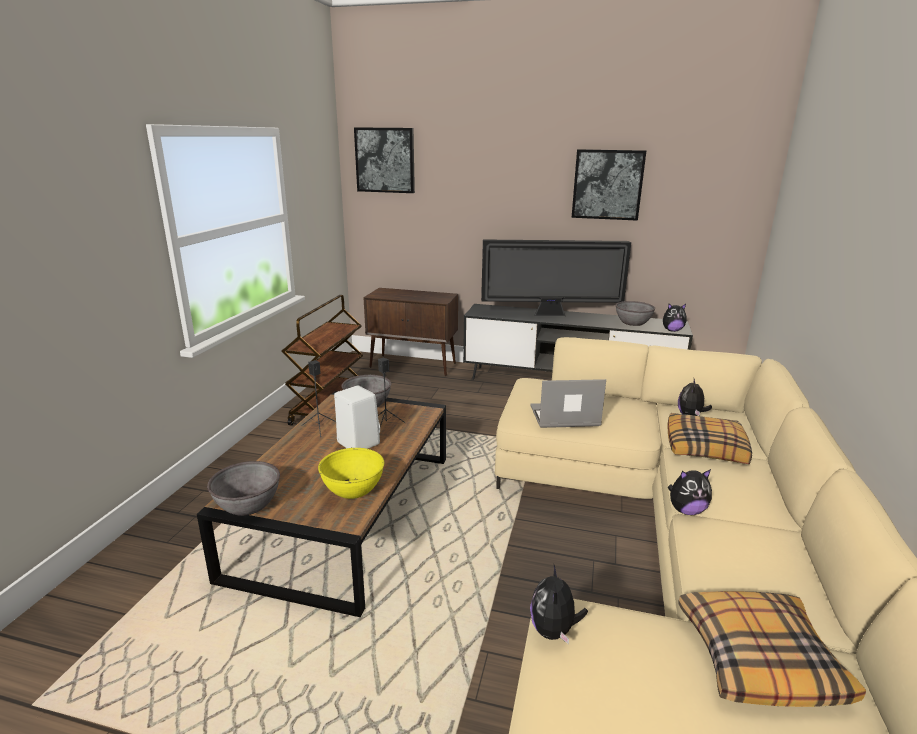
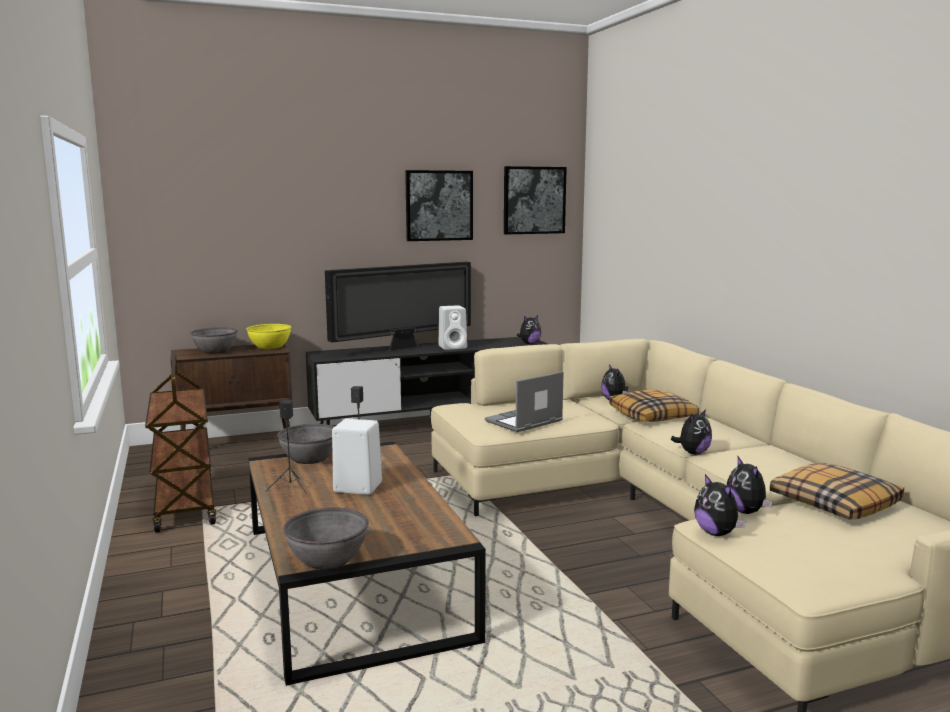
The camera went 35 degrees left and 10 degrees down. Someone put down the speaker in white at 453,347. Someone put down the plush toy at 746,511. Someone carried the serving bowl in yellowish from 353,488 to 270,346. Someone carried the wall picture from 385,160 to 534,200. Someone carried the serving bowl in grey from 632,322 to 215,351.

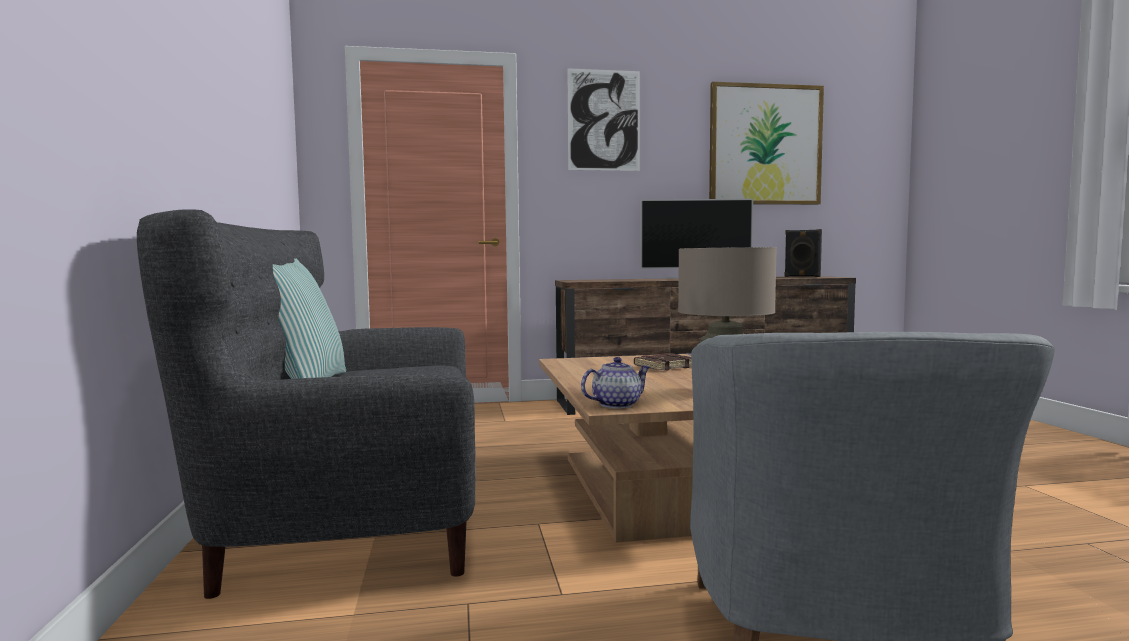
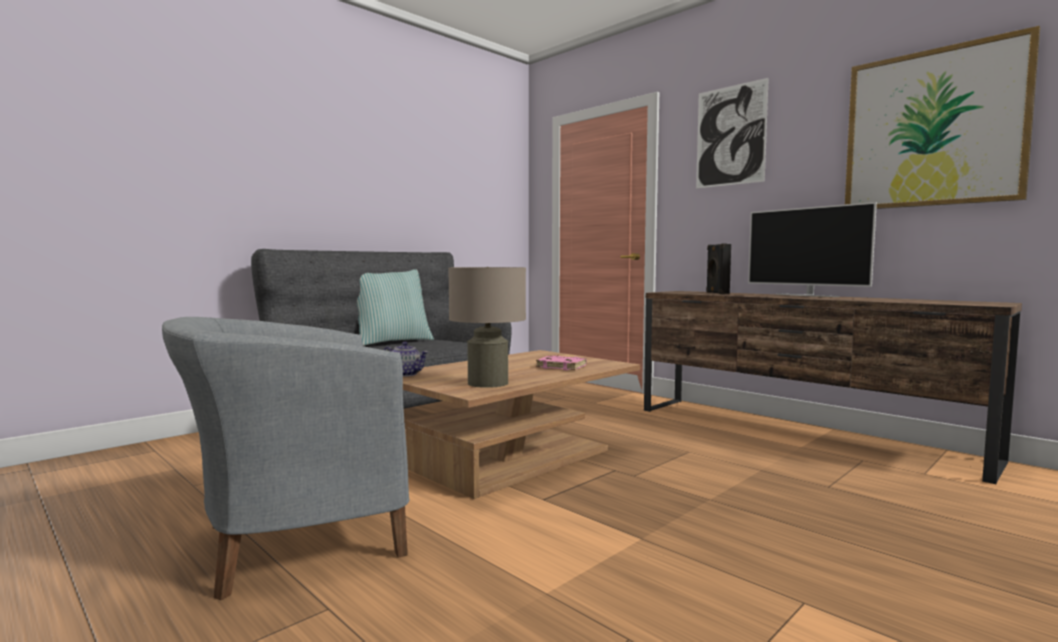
The camera went 55 degrees right and 0 degrees up. Someone carried the speaker in blackish from 802,276 to 716,293. Someone repainted the book in brownish at 664,366, which became the book in pink at 562,367.

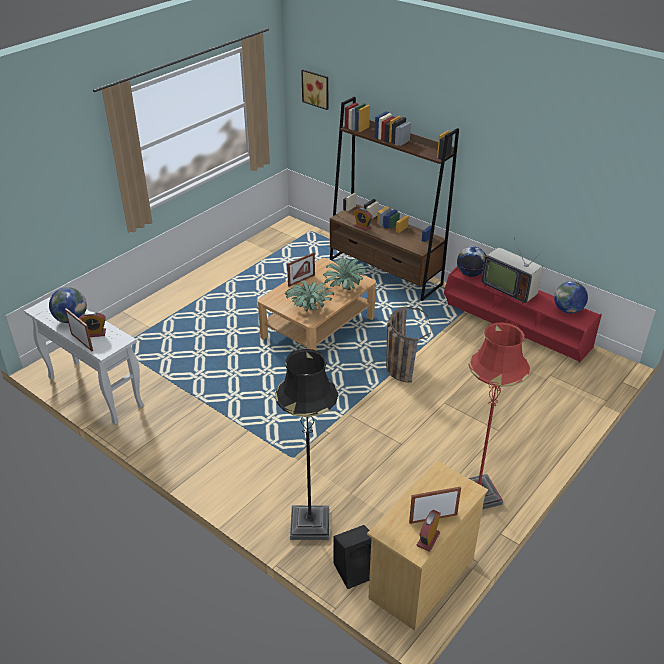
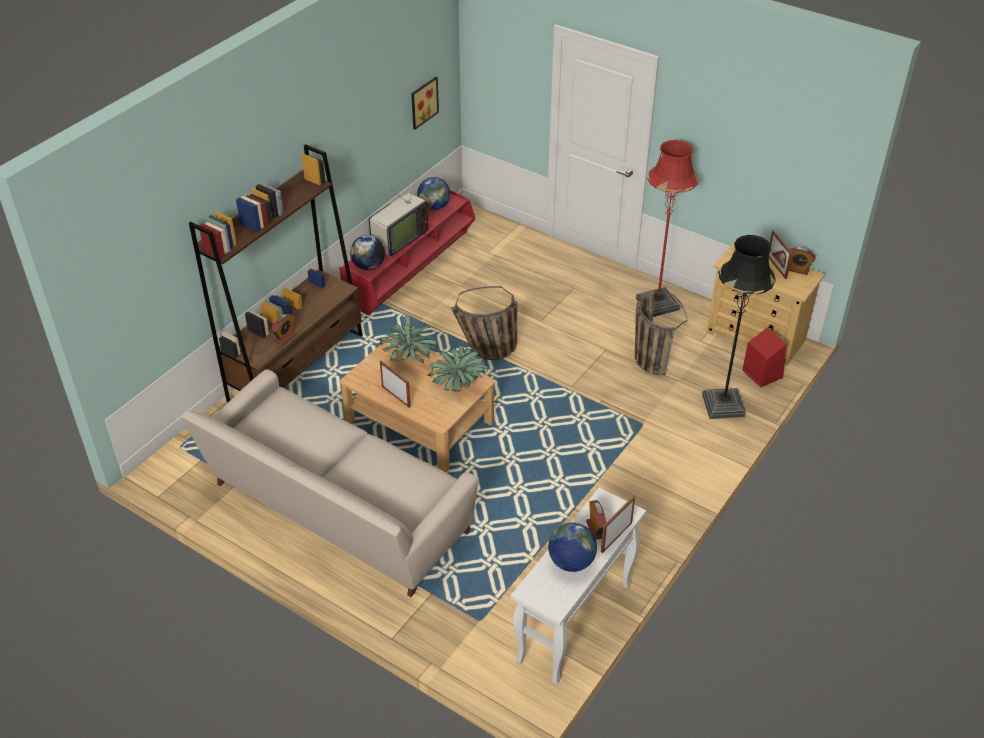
The camera went 95 degrees left and 5 degrees up. Someone put down the couch in sand-coloured at 336,512. Someone put down the basket at 648,356. Someone carried the wall picture from 316,89 to 422,102. Someone repainted the speaker in blackish at 356,569, which became the speaker in red-coloured at 761,373.

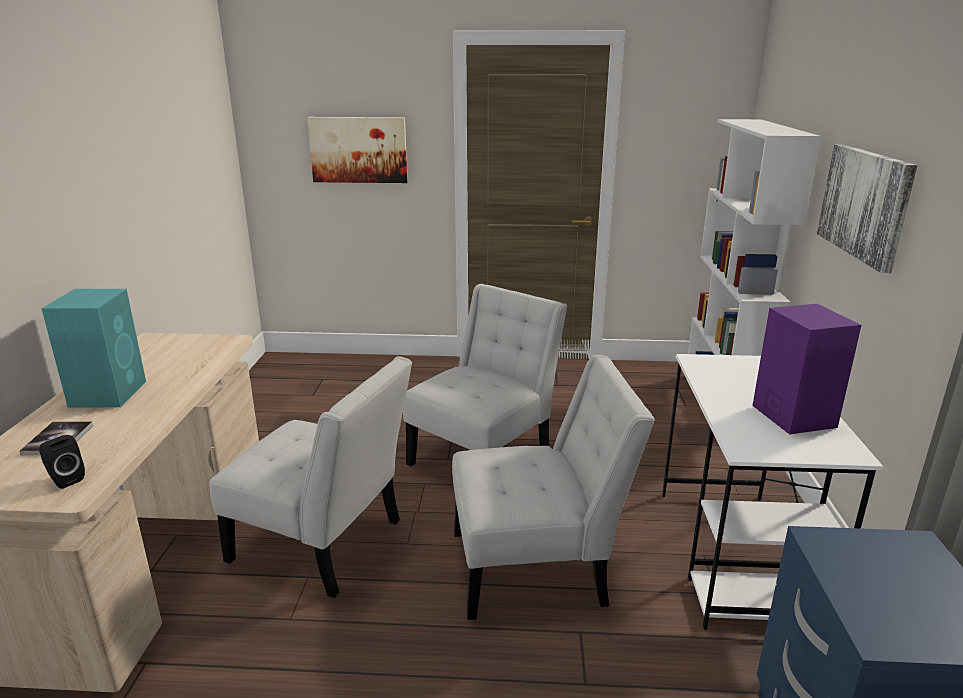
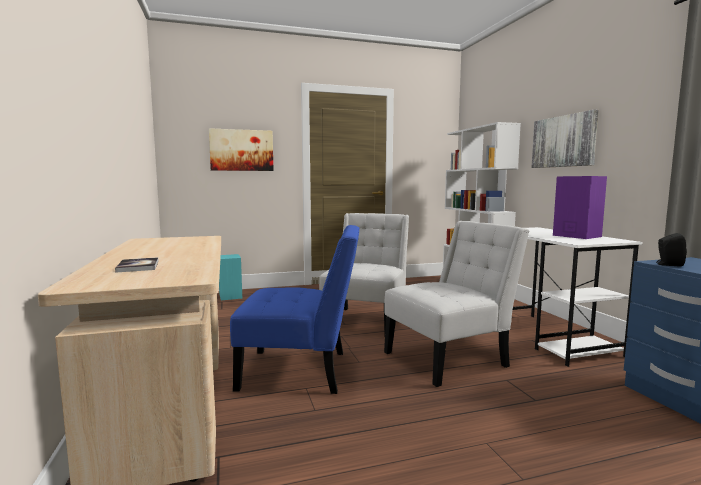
The camera went 20 degrees left and 15 degrees down. Someone carried the speaker in blackish from 65,479 to 668,264. Someone carried the speaker in turquoise-coloured from 109,393 to 230,296. Someone repainted the chair in white at 324,544, which became the chair in blue at 301,371.

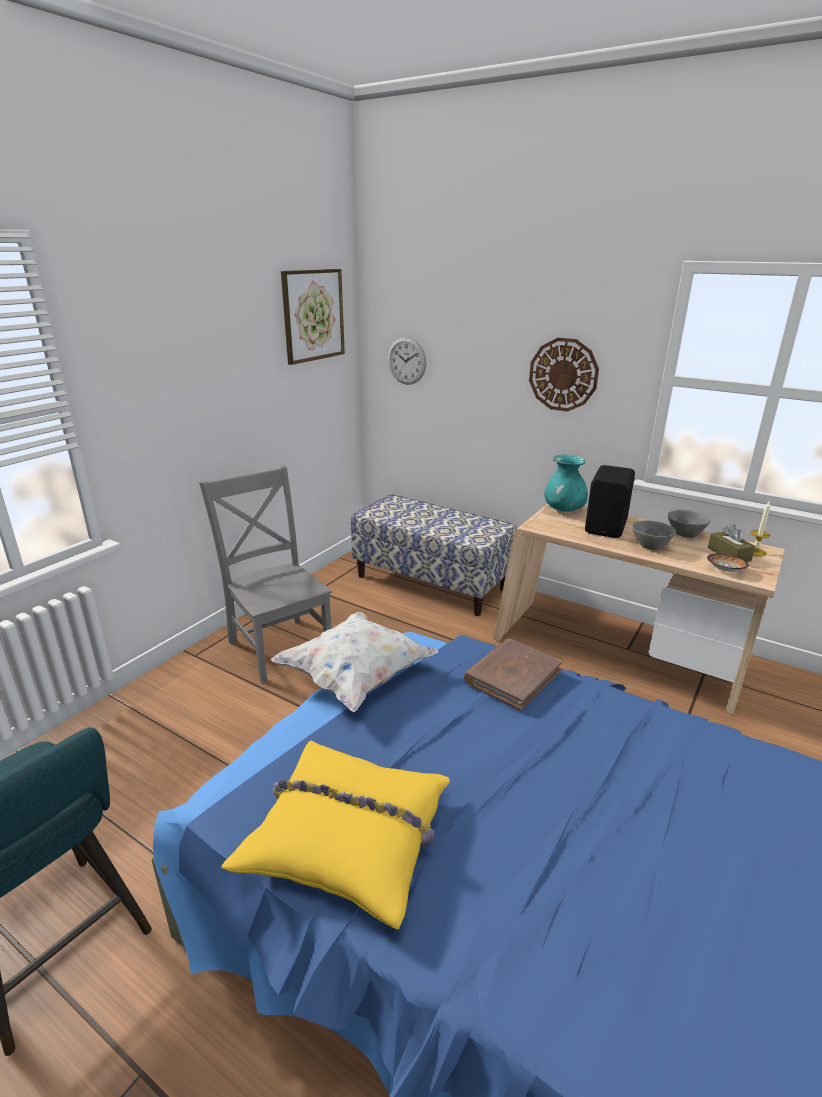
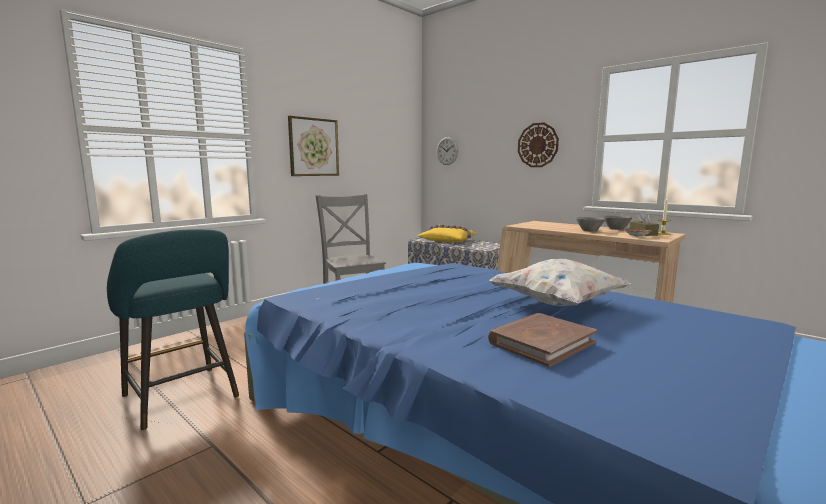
The camera went 10 degrees right and 15 degrees down. Someone took away the decorative vase in turquoise-coloured at 564,510. Someone took away the speaker in blackish at 607,527. Someone carried the throw pillow in yellowish from 348,836 to 448,240. Someone carried the throw pillow in white from 356,678 to 558,304. Someone carried the wall picture from 313,315 to 313,147. Someone carried the book in brownish from 512,676 to 541,342.

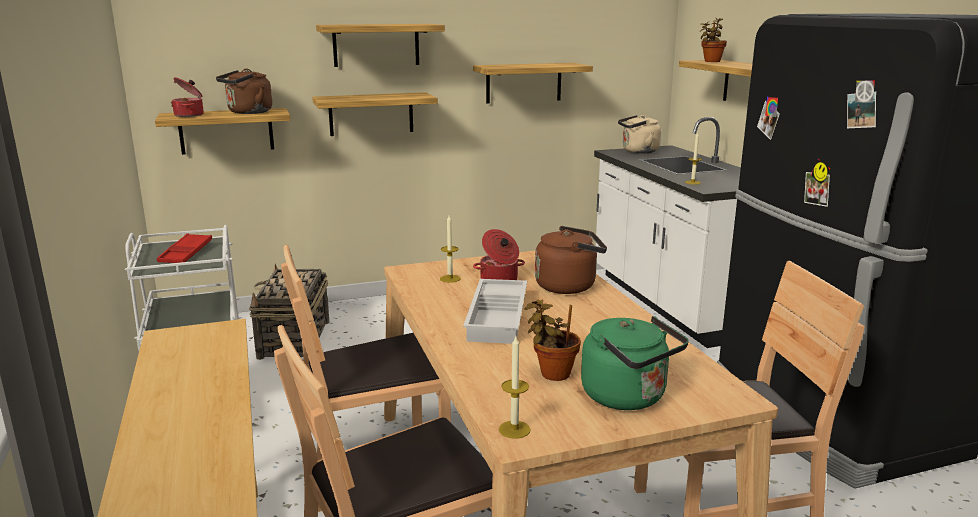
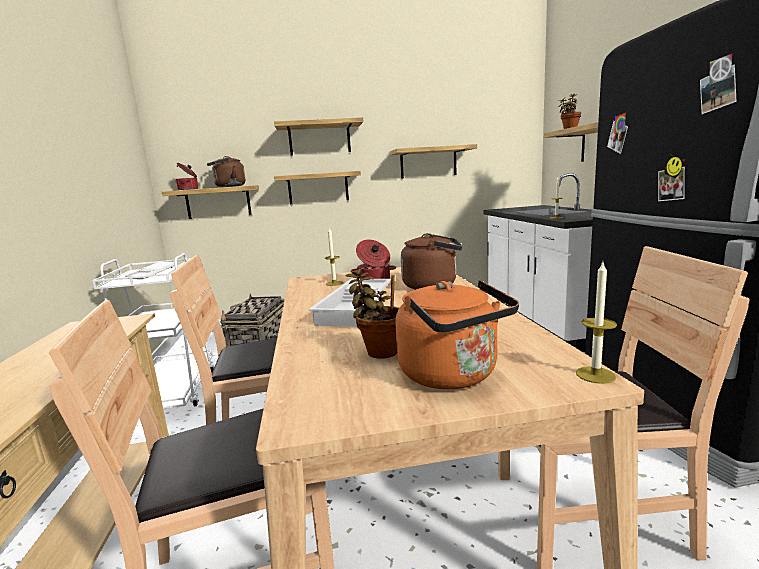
The camera went 10 degrees right and 5 degrees down. Someone took away the water kettle in sand-coloured at 638,151. Someone carried the candle from 514,429 to 595,375. Someone repainted the tray in red-coloured at 186,253, which became the tray in white at 152,274. Someone repainted the water kettle in green-coloured at 628,397, which became the water kettle in orangey at 453,376.

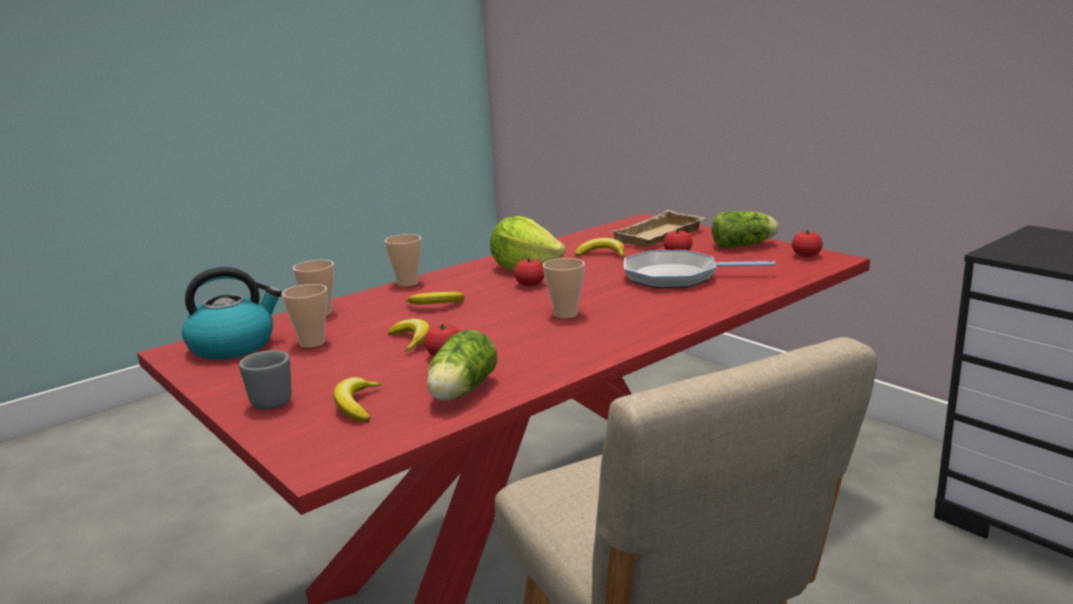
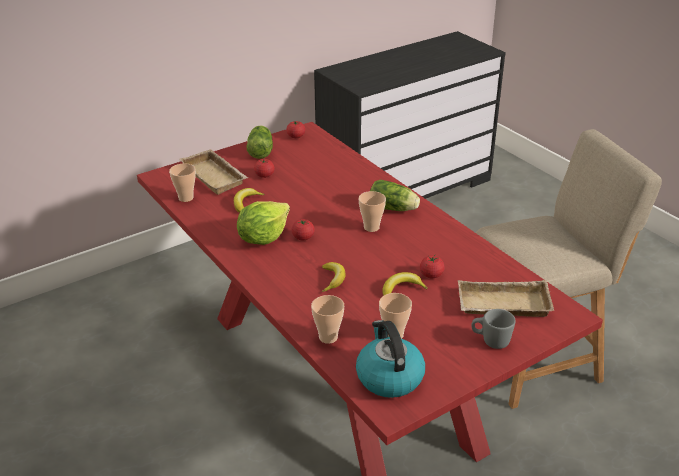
The camera went 85 degrees left and 15 degrees up. Someone took away the skillet at 676,276. Someone carried the cup from 407,283 to 186,198. Someone carried the lettuce from 460,392 to 394,209. Someone swapped the whole banana at 357,406 for the tray in sand-coloured at 502,306.

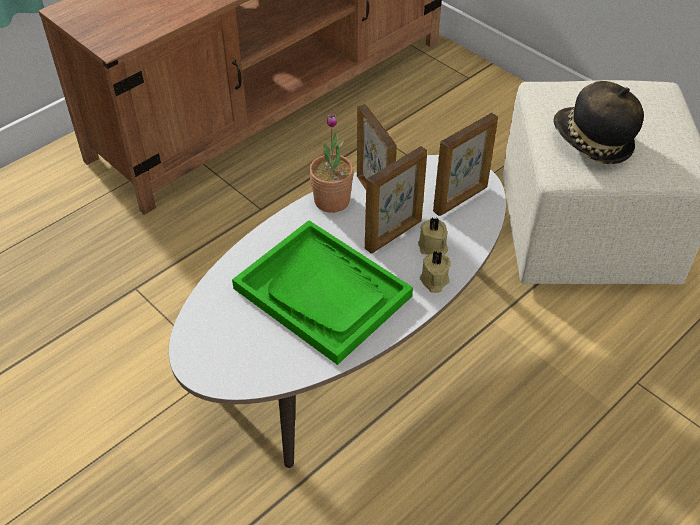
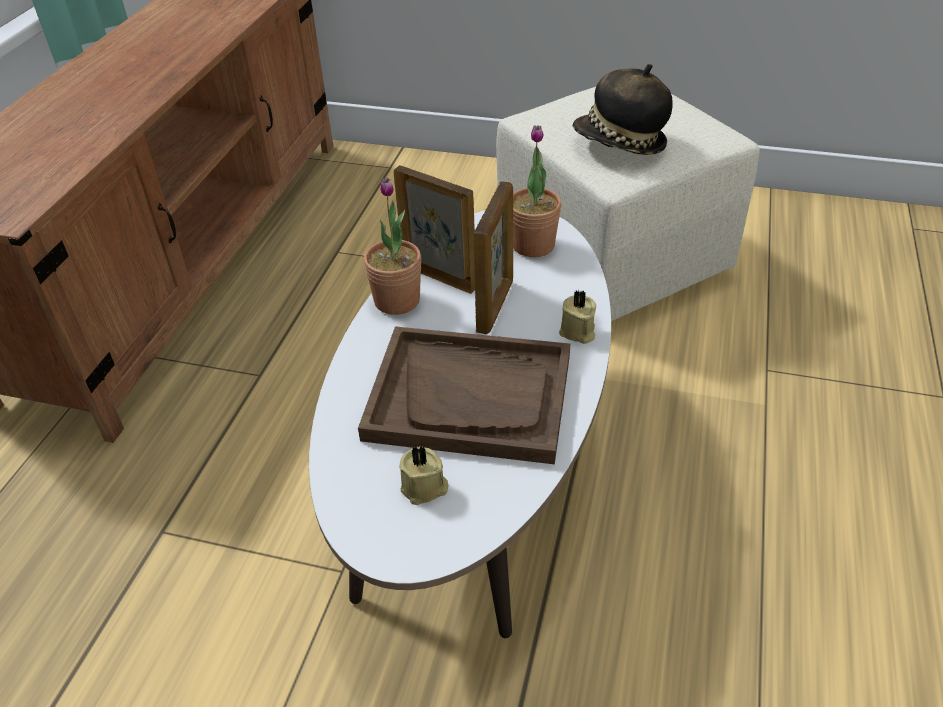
The camera went 30 degrees left and 5 degrees down. Someone carried the candle in sand-coloured from 433,247 to 425,488. Someone swapped the photo frame at 461,199 for the houseplant at 533,245. Someone repainted the tray in green-coloured at 323,292, which became the tray in brownish at 470,397.

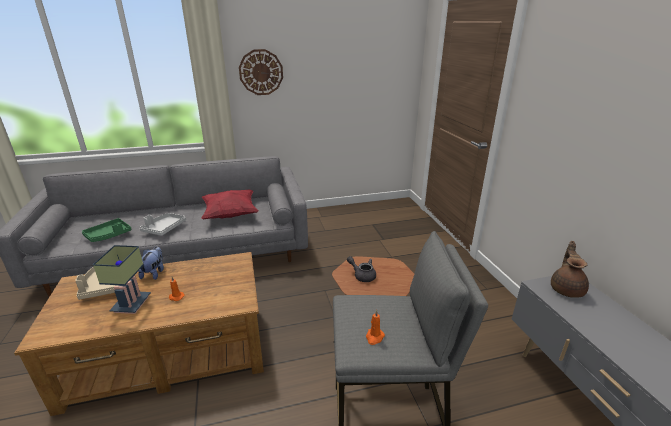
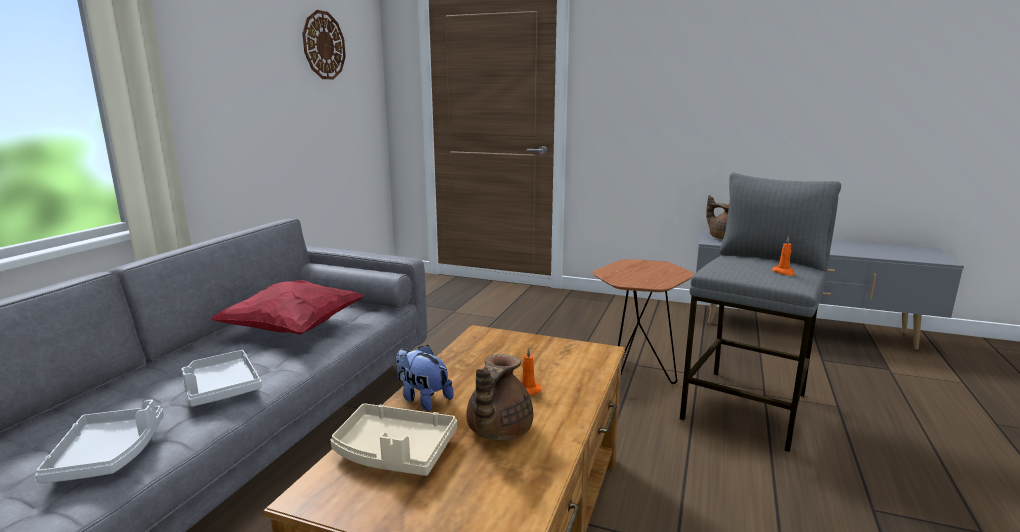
The camera went 55 degrees left and 10 degrees down. Someone took away the teapot in grey at 362,275. Someone carried the clock on the wall from 261,72 to 323,45. Someone swapped the tabletop lamp at 130,303 for the teapot in brownish at 497,431. Someone repainted the tray in green-coloured at 108,235, which became the tray in grey at 109,455.

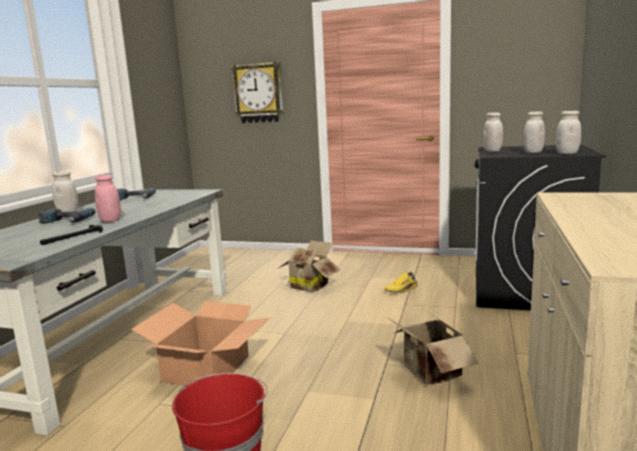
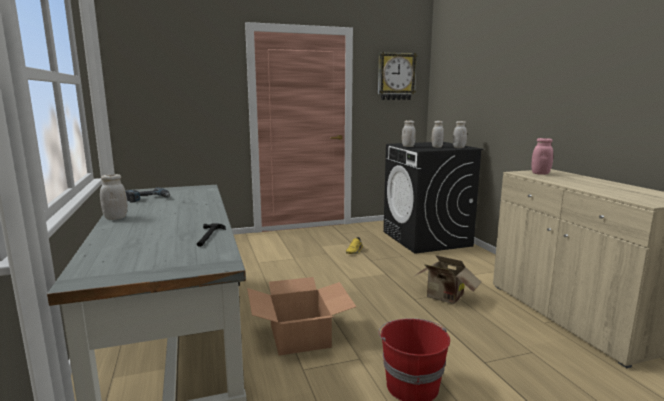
The camera went 35 degrees left and 0 degrees up. Someone took away the drill at 65,221. Someone took away the carton at 310,285. Someone carried the jar in pink from 110,221 to 540,173. Someone carried the clock on the wall from 259,93 to 396,76.

